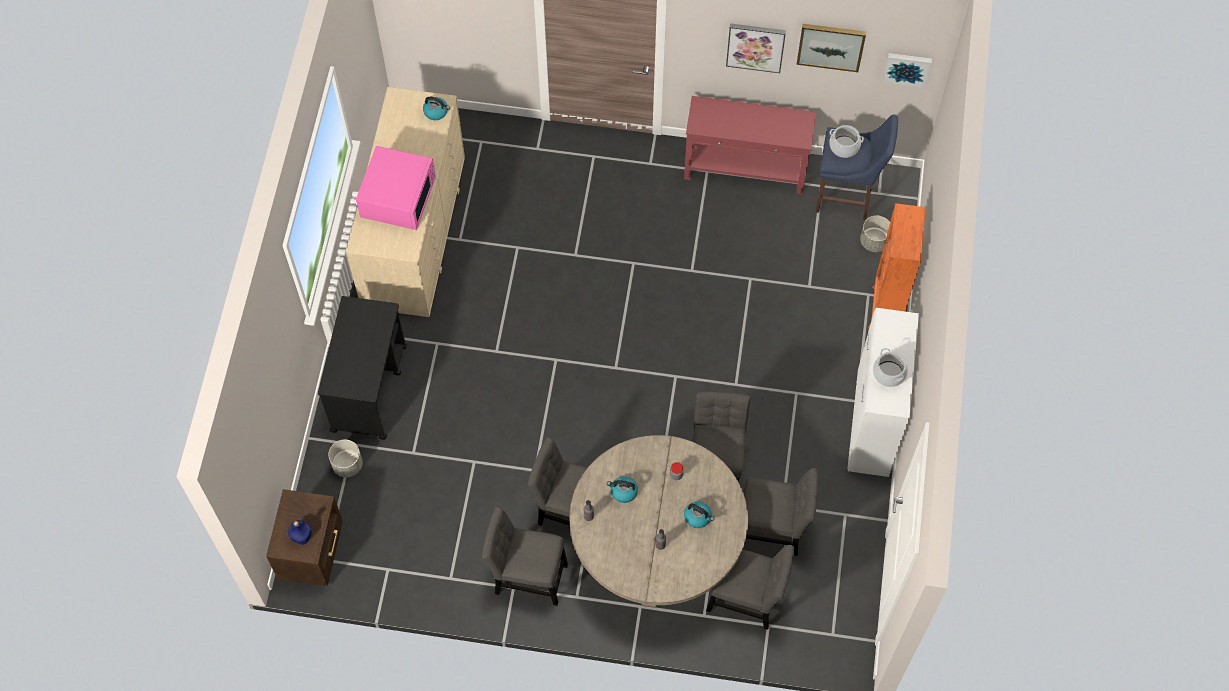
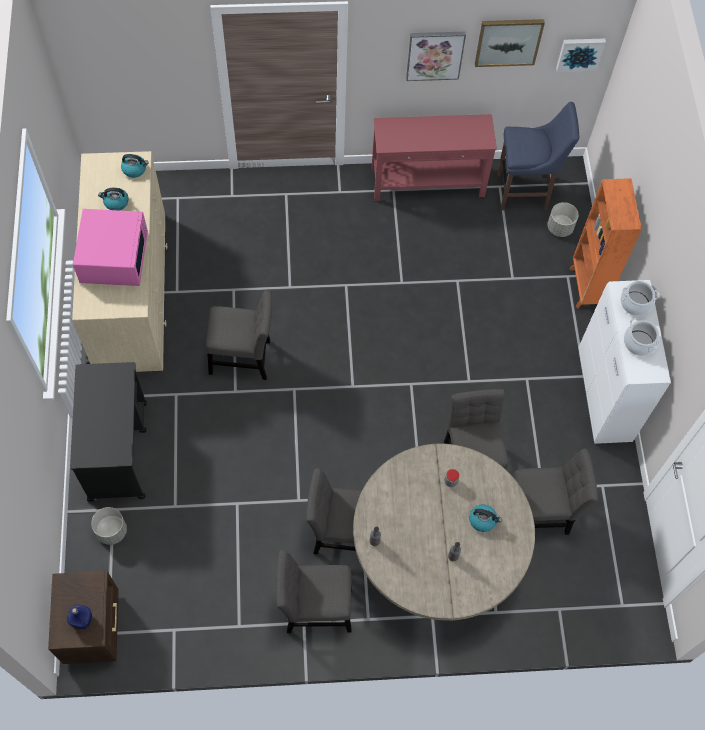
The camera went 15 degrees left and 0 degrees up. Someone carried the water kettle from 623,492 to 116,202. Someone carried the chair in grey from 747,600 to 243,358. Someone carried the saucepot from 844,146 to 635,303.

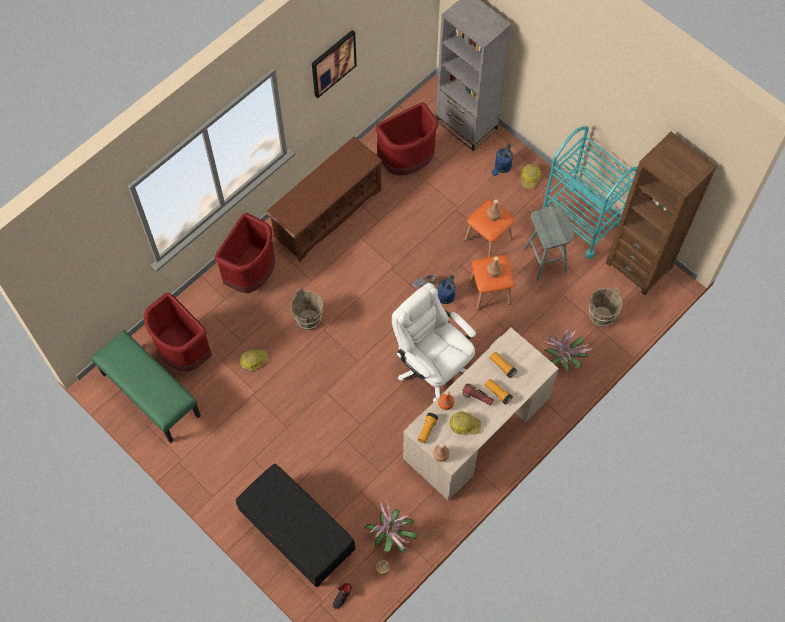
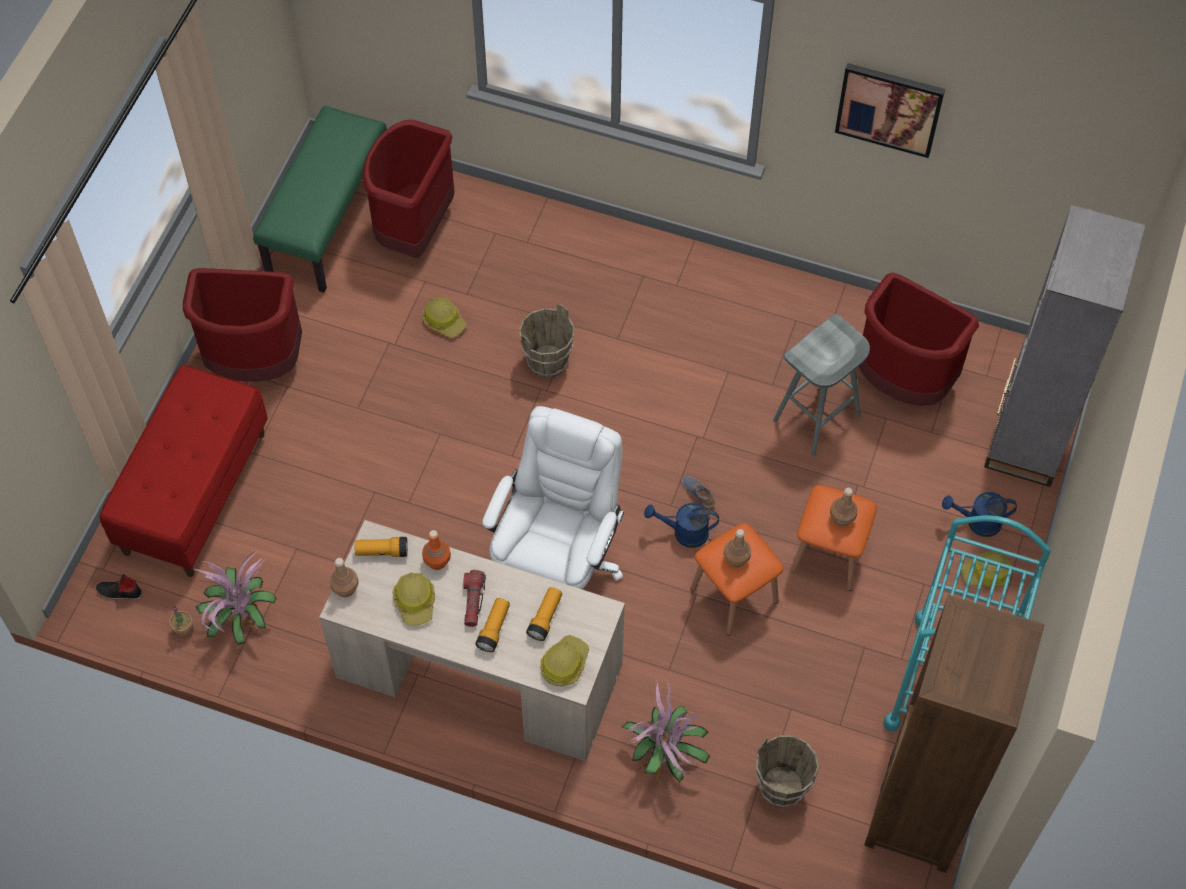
The camera went 65 degrees right and 5 degrees down. Someone took away the shoe rack in brownish at 327,213. Someone put down the safety helmet at 564,663. Someone carried the trash can in red-coloured from 252,274 to 255,363. Someone carried the sitting stool in grey from 546,260 to 816,419. Someone repainted the bench in blackish at 297,533, which became the bench in red-coloured at 194,492.

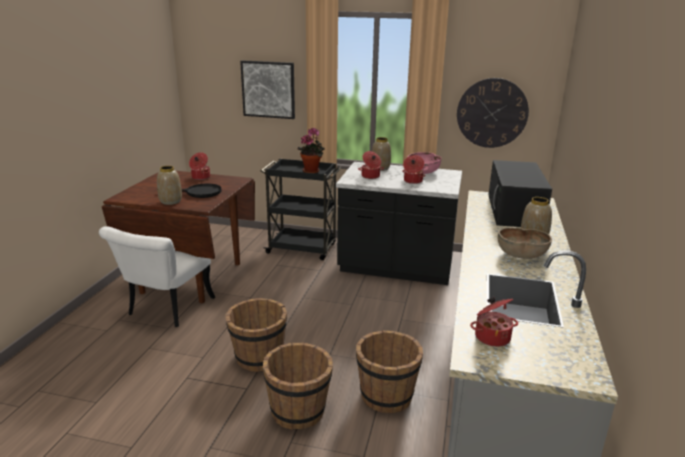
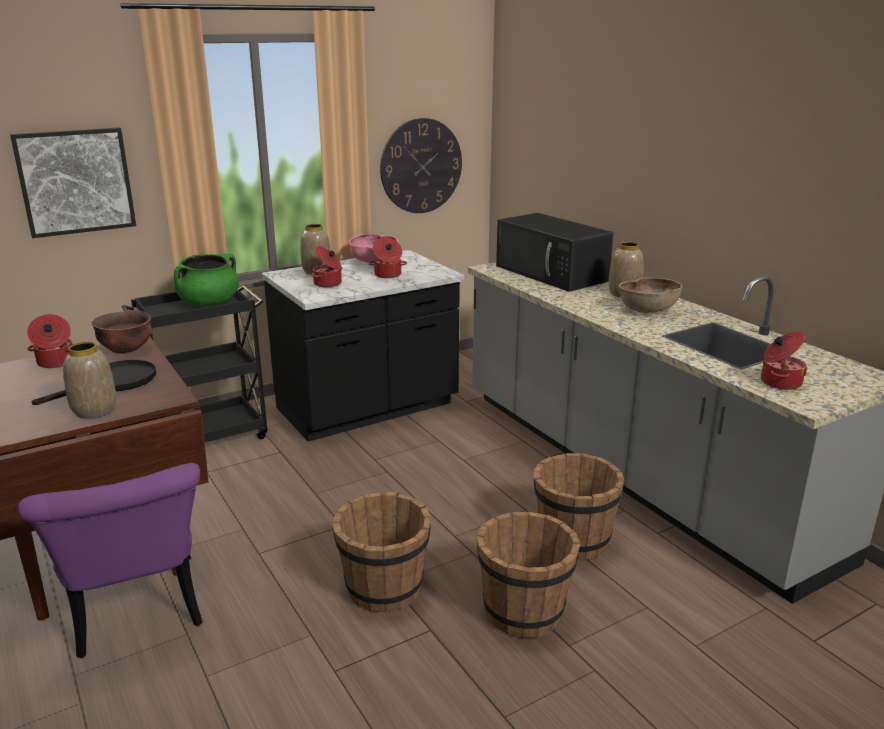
The camera went 45 degrees left and 0 degrees up. Someone put down the serving bowl in brownish at 127,349. Someone swapped the houseplant at 312,171 for the saucepot in green-coloured at 209,303. Someone repainted the chair in white at 166,310, which became the chair in purple at 138,615.

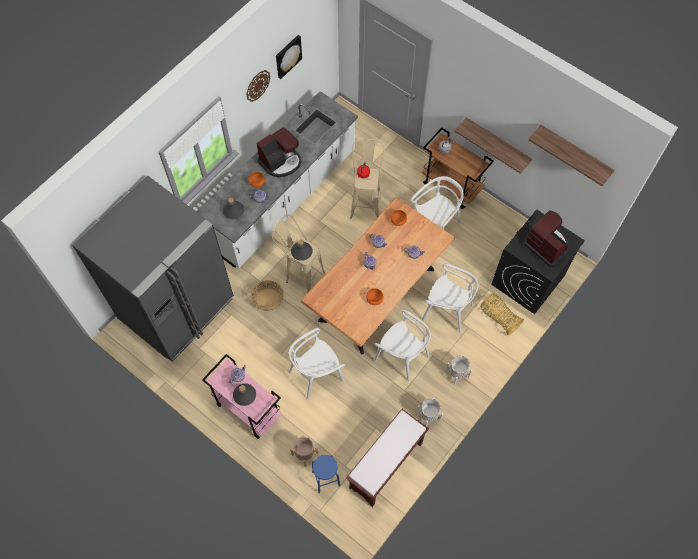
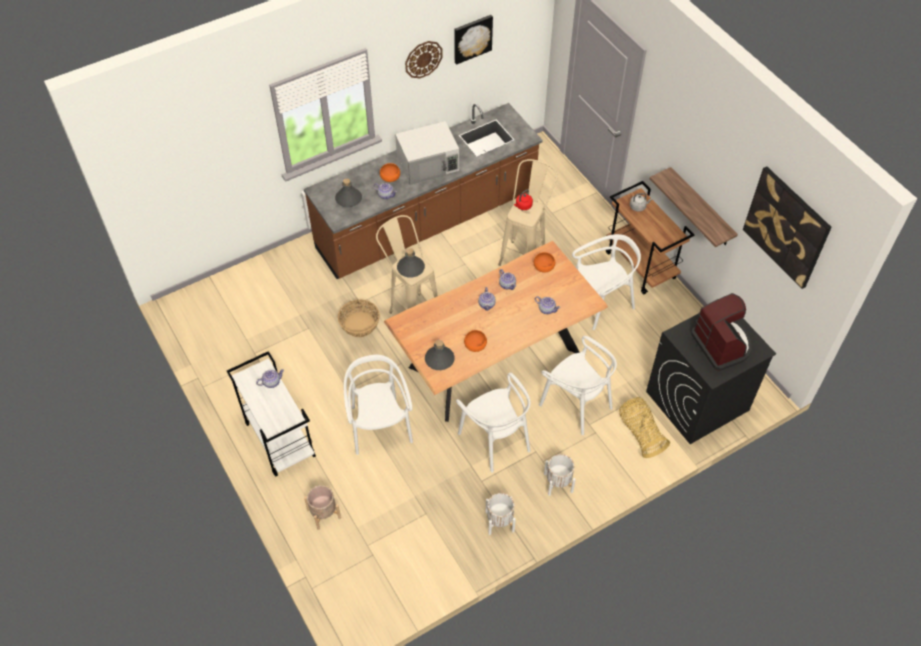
The camera went 20 degrees right and 10 degrees down. Someone took away the kitchen fridge in grey at 176,309. Someone took away the sitting stool in blue at 326,479. Someone took away the bench in brownish at 385,466. Someone carried the beverage bottle in grey from 244,395 to 439,359. Someone swapped the coffee brewer at 281,162 for the microwave in white at 428,163. Someone swapped the shelf at 574,153 for the wall picture at 786,227. Someone repainted the counter in white at 283,199, which became the counter in brownish at 427,222. Someone repainted the wheeled cart in pink at 247,409, which became the wheeled cart in white at 279,439. Someone rotated the chair in white at 316,374 by 90 degrees clockwise.

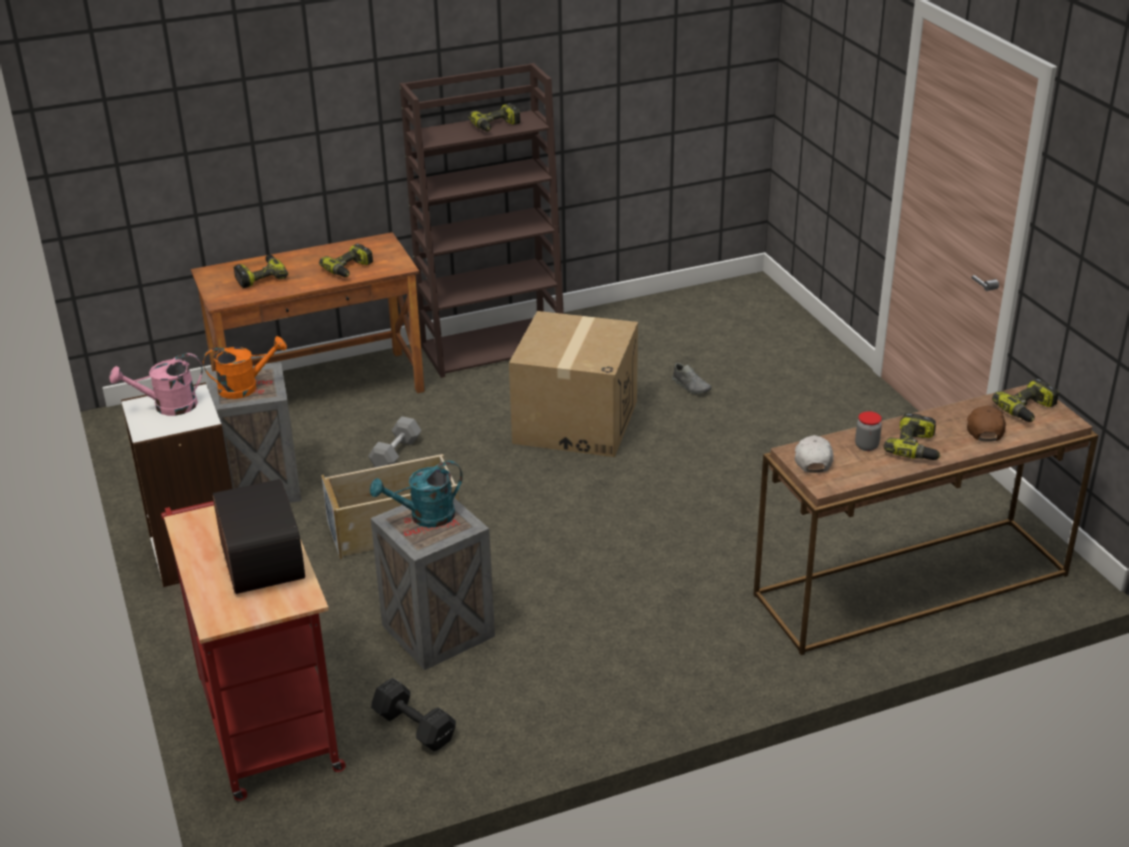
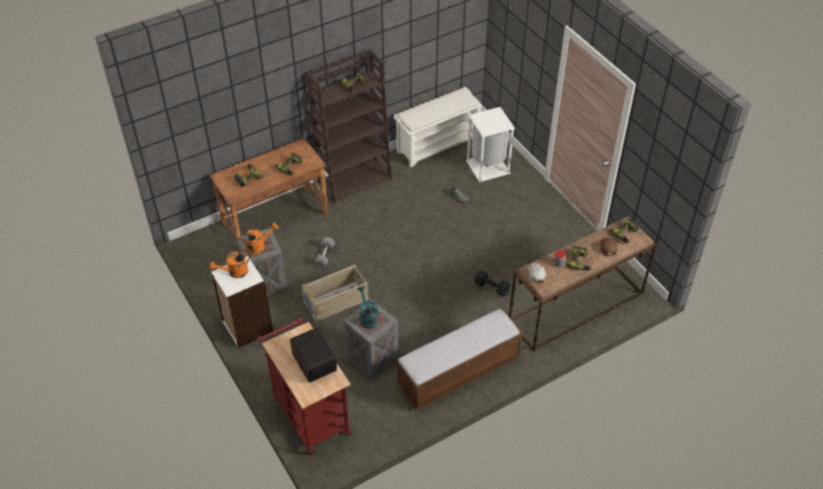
The camera went 10 degrees left and 15 degrees up. Someone took away the carton at 575,421. Someone put down the shoe rack in white at 437,145. Someone put down the bench at 458,372. Someone put down the trash can in white at 488,166. Someone carried the hand weight in blackish from 413,726 to 491,287. Someone repainted the watering can in pink at 167,407, which became the watering can in orangey at 235,273. Someone rotated the watering can in turquoise-coloured at 424,517 by 105 degrees clockwise.

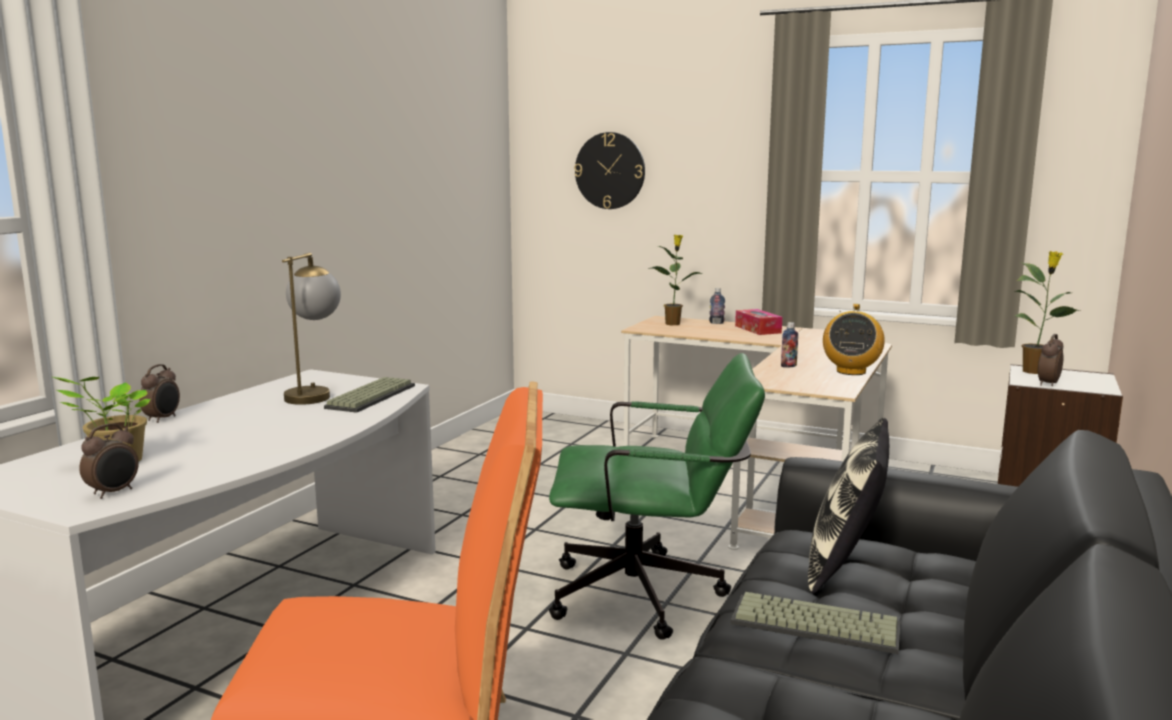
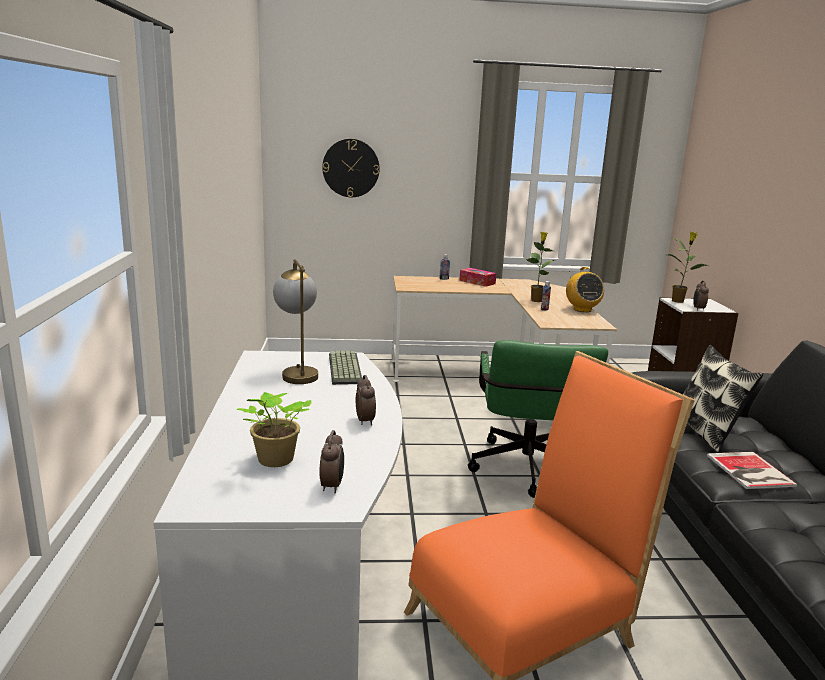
The camera went 30 degrees left and 5 degrees up. Someone carried the alarm clock from 163,419 to 365,421. Someone carried the houseplant from 673,323 to 536,300. Someone swapped the keyboard at 813,626 for the book at 749,471. Someone rotated the desk chair in green-coloured at 652,595 by 120 degrees clockwise.

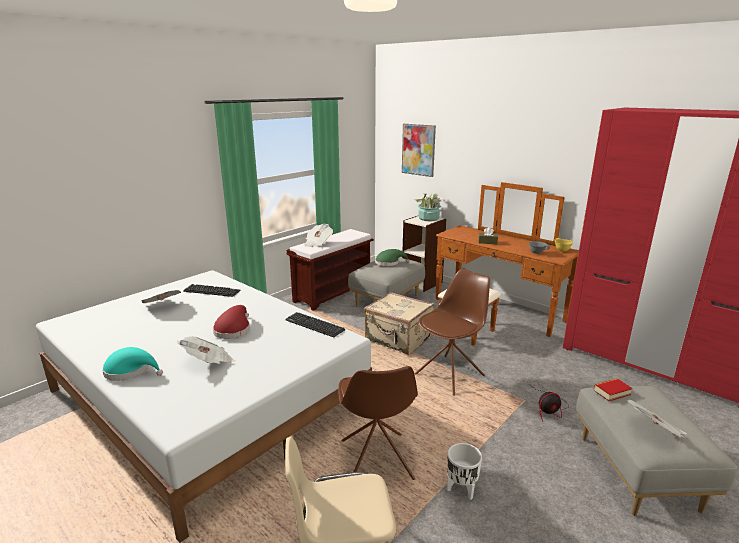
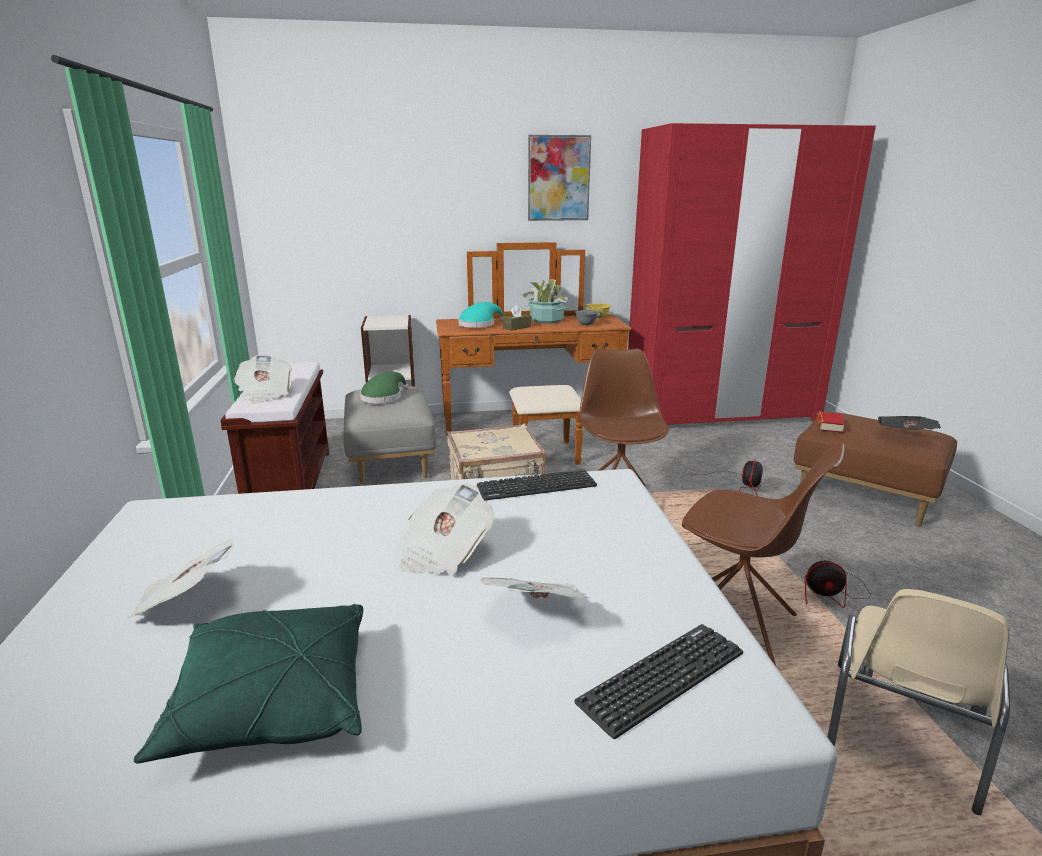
The camera went 50 degrees left and 0 degrees up. Someone put down the throw pillow in green-coloured at 272,702. Someone carried the hat in turquoise-coloured from 130,370 to 479,325. Someone carried the keyboard from 212,291 to 662,677. Someone carried the wall picture from 418,150 to 558,178. Someone carried the houseplant from 428,218 to 546,320. Someone swapped the hat in red-coloured at 233,329 for the newspaper at 444,552. Someone swapped the flower pot in white at 461,489 for the cooling fan at 831,593. Someone repainted the ottoman in grey at 638,473, which became the ottoman in brownish at 865,496.

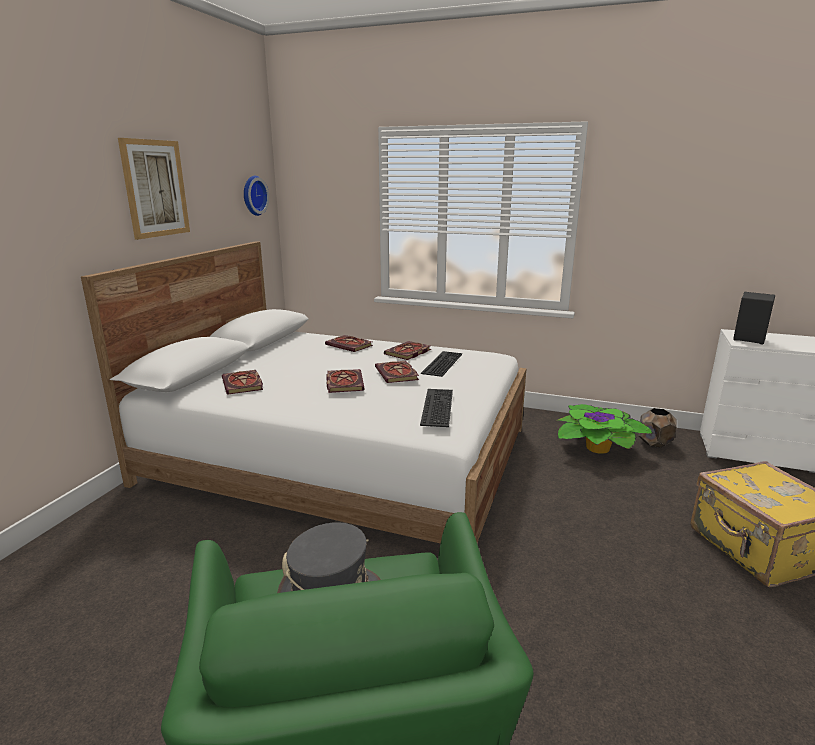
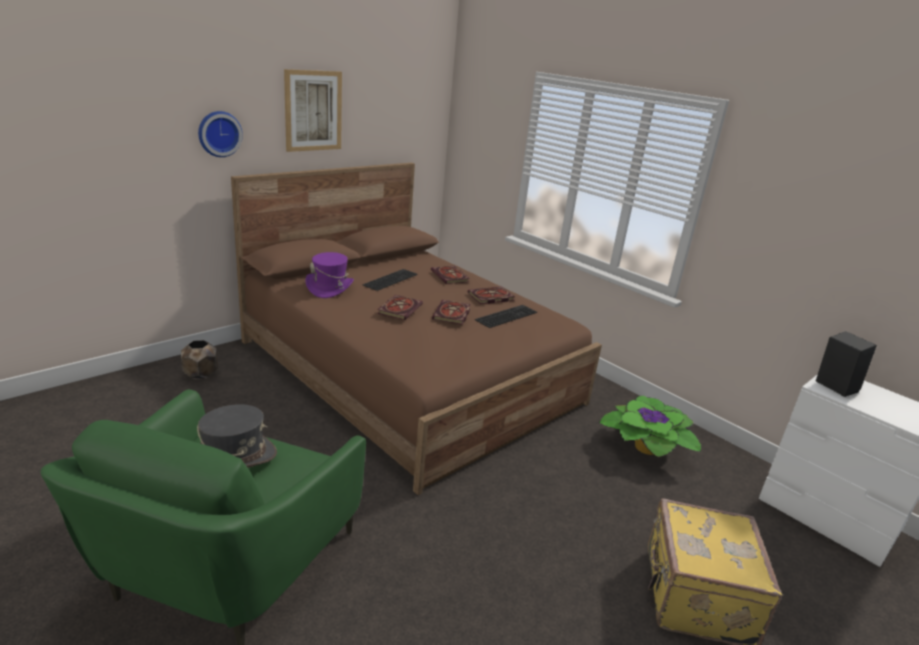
The camera went 25 degrees right and 5 degrees up. Someone carried the clock on the wall from 253,195 to 219,133. Someone carried the keyboard from 435,406 to 390,279. Someone carried the flower pot in brownish from 654,443 to 201,375. Someone swapped the book at 243,384 for the hat in purple at 330,288. Someone repainted the bed in white at 341,455, which became the bed in brownish at 408,371.

